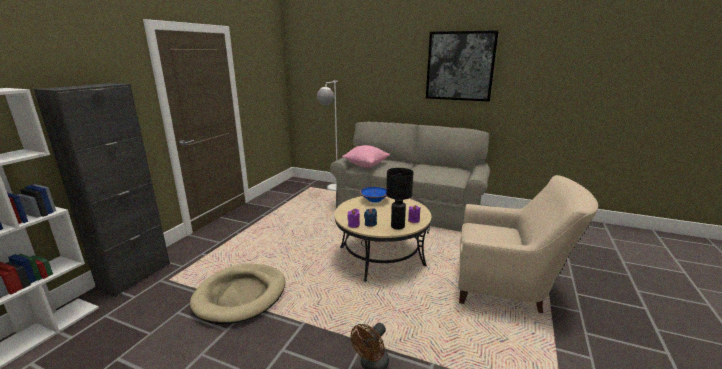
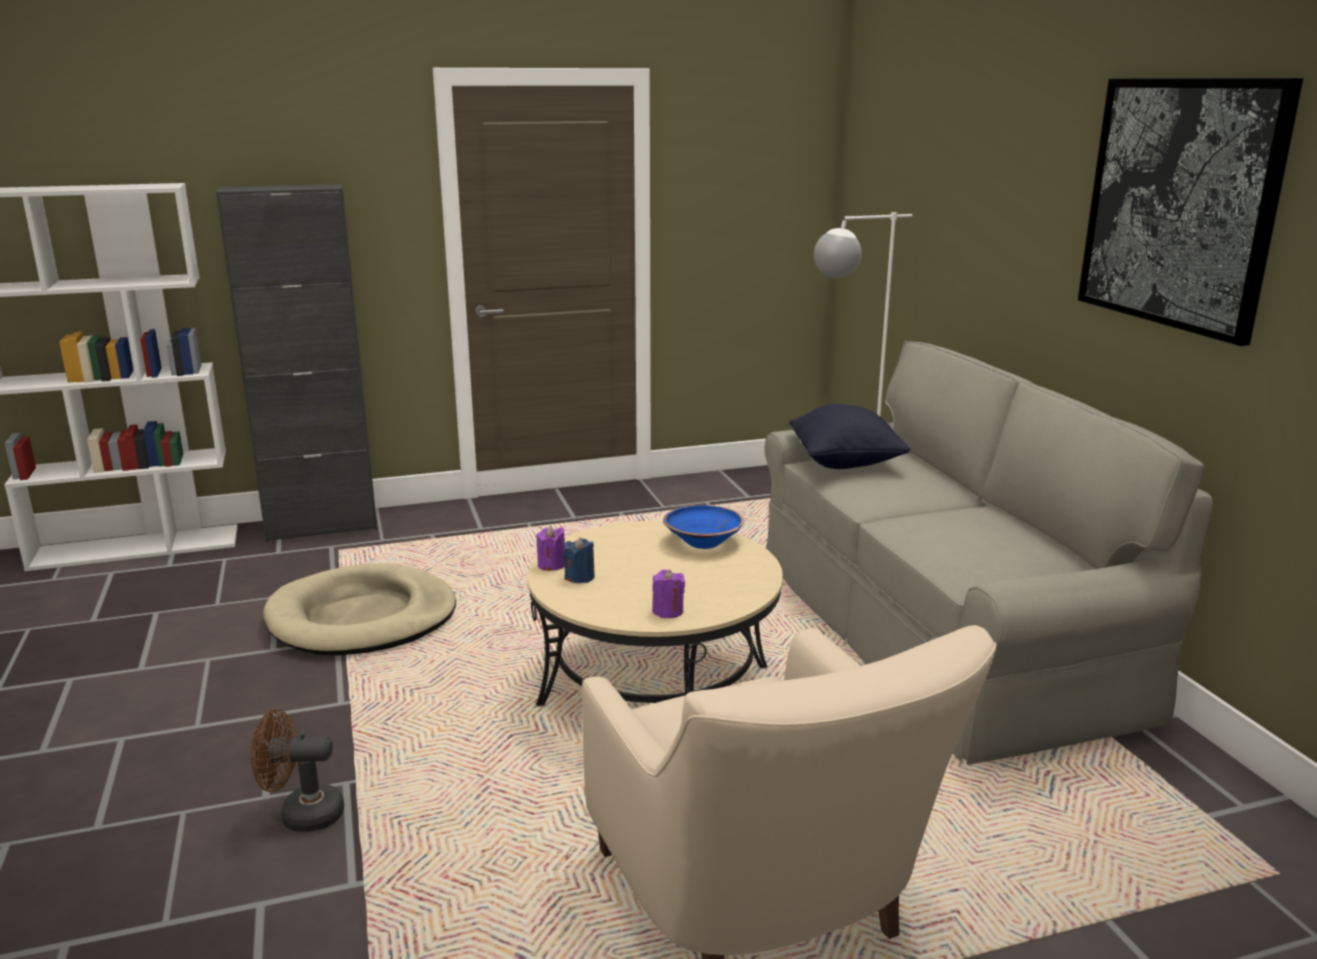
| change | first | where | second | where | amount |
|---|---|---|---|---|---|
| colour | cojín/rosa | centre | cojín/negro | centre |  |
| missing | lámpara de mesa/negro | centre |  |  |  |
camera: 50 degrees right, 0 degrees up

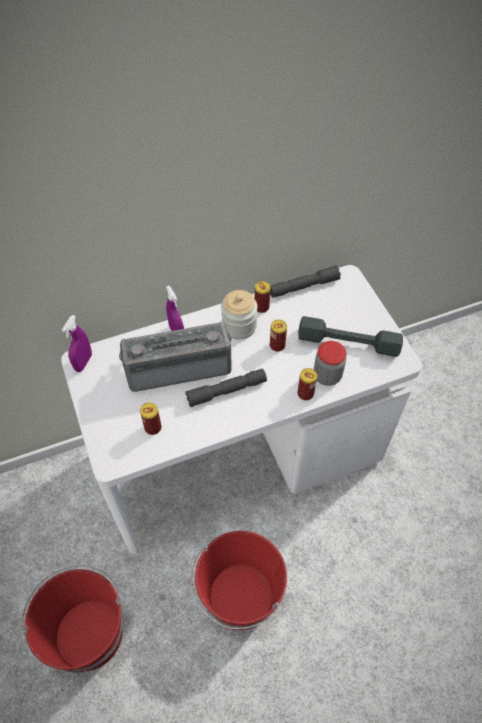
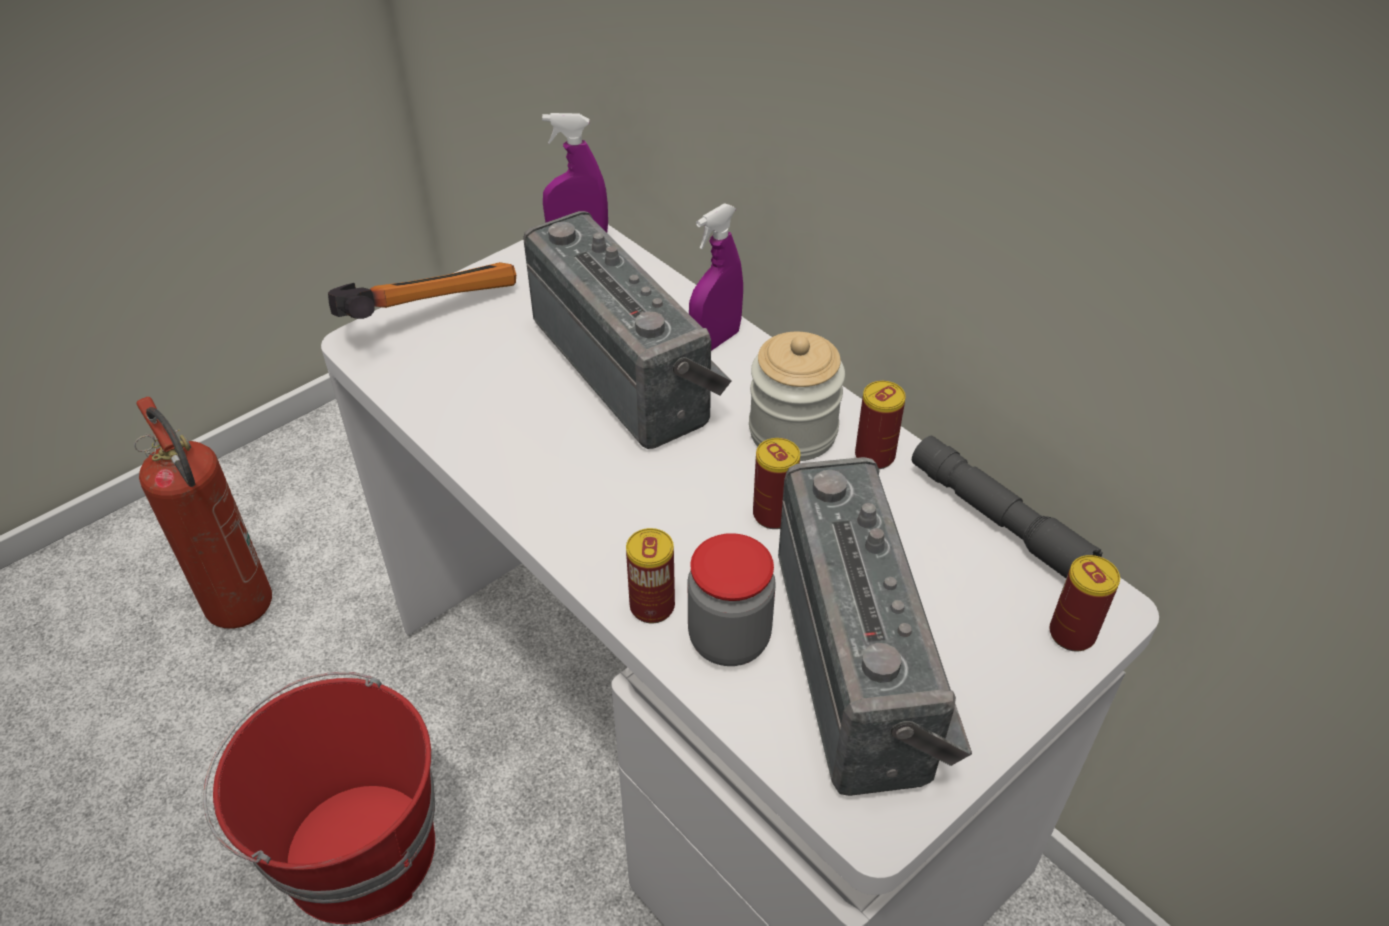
| change | first | where | second | where | amount |
|---|---|---|---|---|---|
| exchanged | cubo/rojo (no. 1 from left) | bottom left | extintor | middle left |  |
| relocated | lata (no. 1 from left in the first image) | middle left | lata (no. 4 from left) | middle right |  |
| missing | linterna/gris (no. 1 from left) | centre |  |  |  |
| exchanged | mancuerna/gris | middle right | radio (no. 2 from left) | bottom centre |  |
| appeared |  |  | martillo | top left |  |
camera: 70 degrees right, 10 degrees down

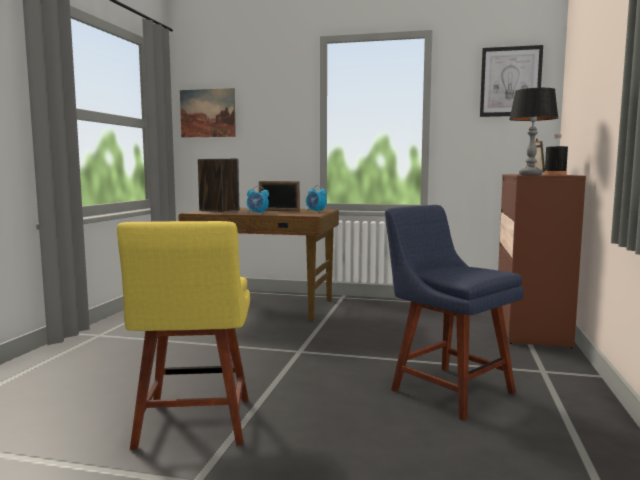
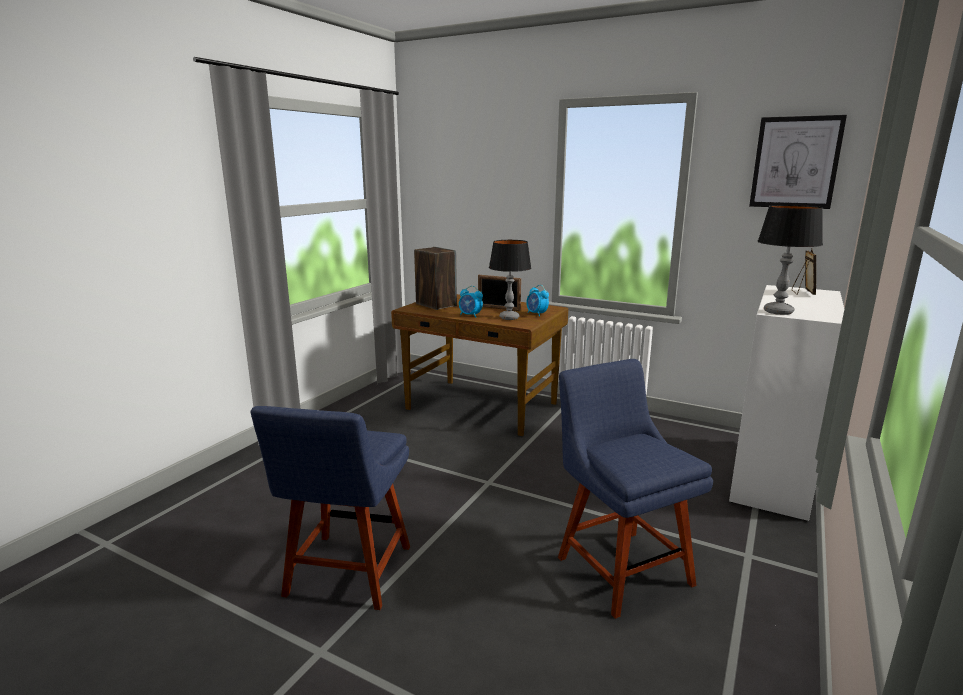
| change | first | where | second | where | amount |
|---|---|---|---|---|---|
| colour | silla/amarillo | bottom left | silla/azul (no. 1 from left) | bottom centre |  |
| missing | cuadro (no. 1 from left) | top left |  |  |  |
| colour | cómoda/marrón | middle right | cómoda/blanco | middle right |  |
| missing | botella/negro | top right |  |  |  |
| appeared |  |  | lámpara de mesa (no. 1 from left) | centre |  |
camera: 15 degrees right, 10 degrees up

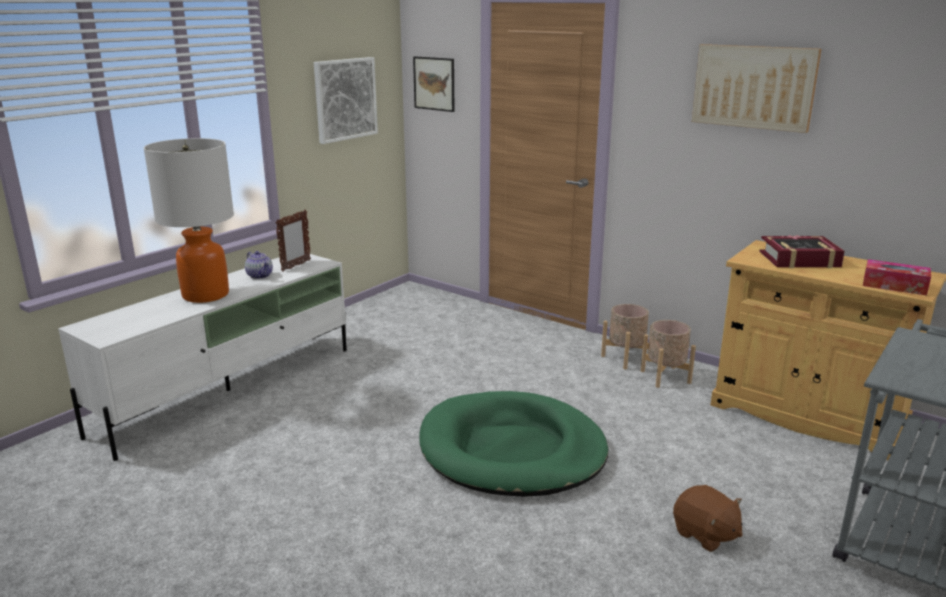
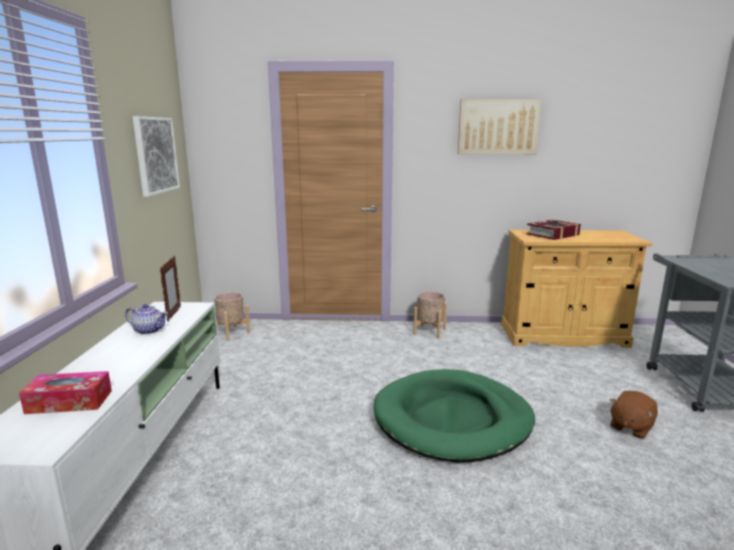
| change | first | where | second | where | amount |
|---|---|---|---|---|---|
| missing | lámpara de mesa | middle left |  |  |  |
| missing | cuadro (no. 2 from left) | top centre |  |  |  |
| relocated | maceta/beis (no. 2 from left in the first image) | middle right | maceta/beis (no. 1 from left) | middle left |  |
| spun | peluche/marrón | bottom right |  | bottom right | 120 degrees clockwise |
| relocated | caja de pañuelos | middle right |  | bottom left |  |
camera: 35 degrees left, 5 degrees down

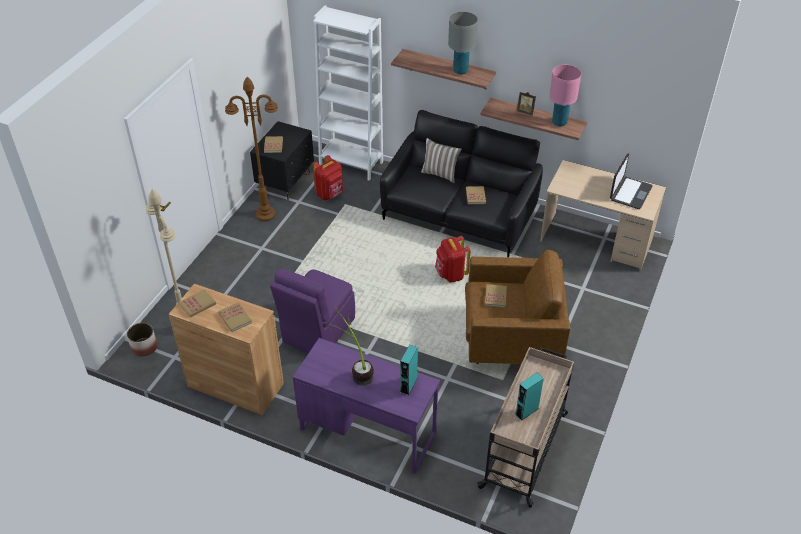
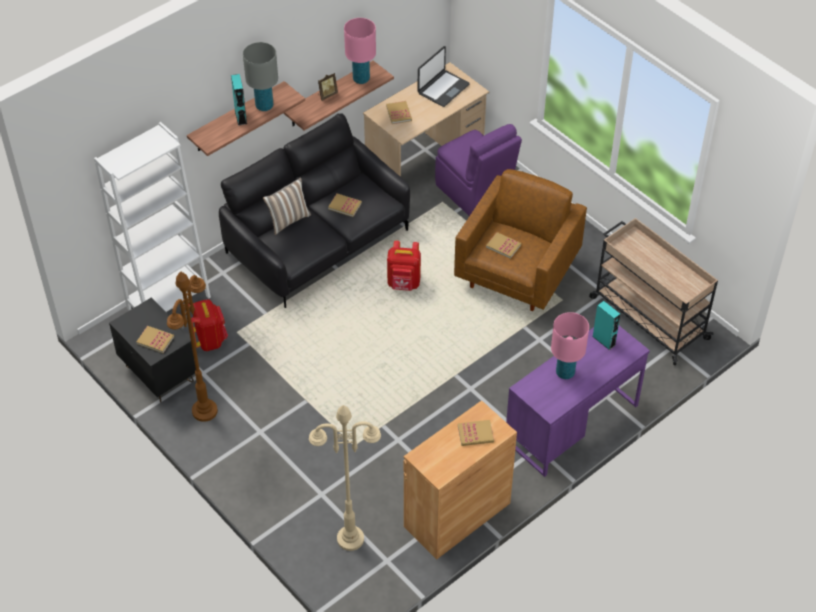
| change | first | where | second | where | amount |
|---|---|---|---|---|---|
| missing | maceta | middle left |  |  |  |
| relocated | libro (no. 1 from left in the first image) | middle left | libro (no. 3 from left) | top centre |  |
| relocated | silla/morado | centre |  | top centre |  |
| exchanged | planta en maceta | centre | lámpara de mesa/rosa (no. 2 from left) | middle right |  |
| relocated | altavoz/turquesa (no. 2 from left in the first image) | bottom centre | altavoz/turquesa (no. 1 from left) | top left |  |
| spun | portátil | middle right |  | top centre | 75 degrees clockwise |
camera: 65 degrees left, 5 degrees up

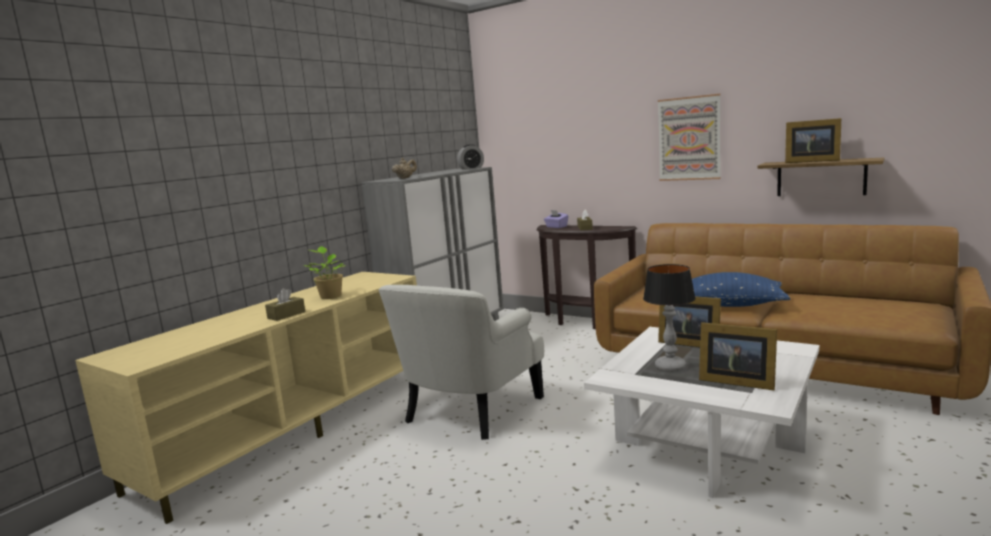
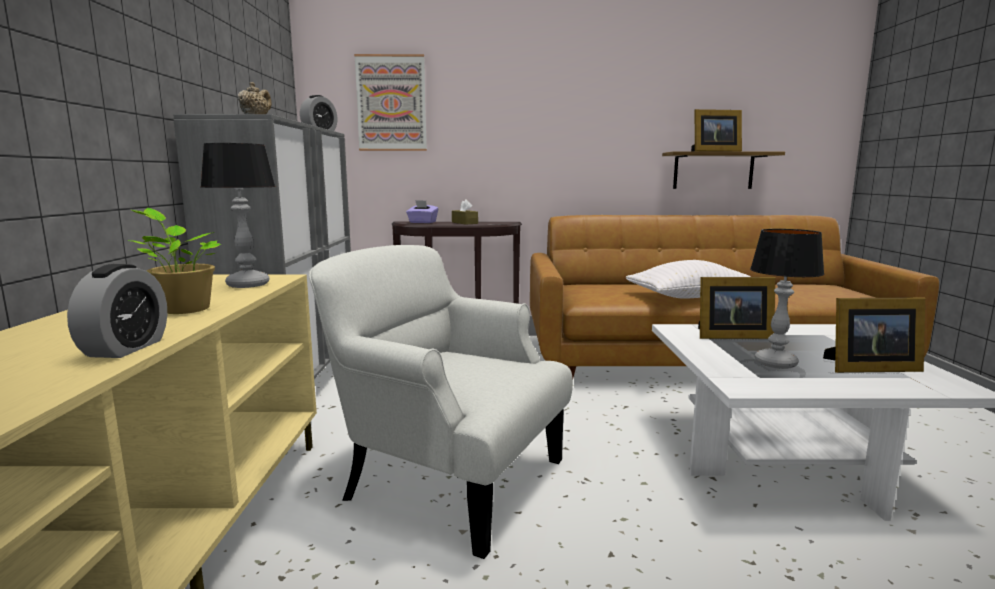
| change | first | where | second | where | amount |
|---|---|---|---|---|---|
| exchanged | caja de pañuelos/marrón (no. 1 from left) | middle left | despertador (no. 1 from left) | middle left |  |
| spun | sillón/blanco | bottom centre |  | bottom centre | 120 degrees clockwise |
| relocated | cuadro | top right |  | top centre |  |
| colour | cojín/azul | middle right | cojín/blanco | middle right |  |
| appeared |  |  | lámpara de mesa (no. 1 from left) | middle left |  |
camera: 35 degrees left, 0 degrees up

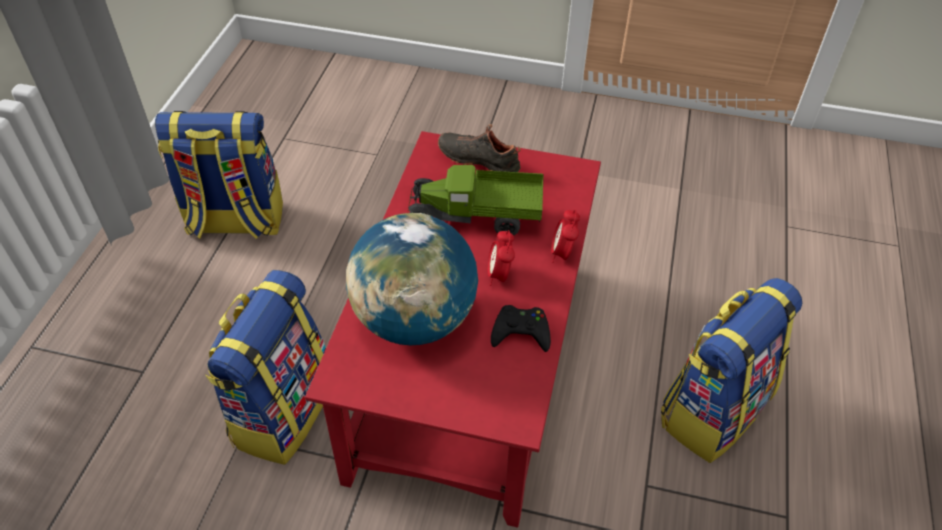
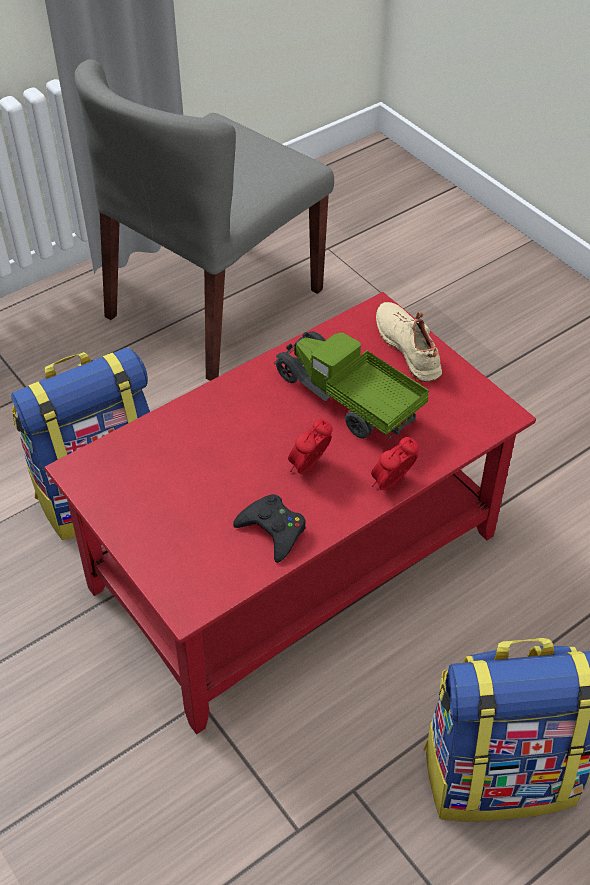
| change | first | where | second | where | amount |
|---|---|---|---|---|---|
| exchanged | mochila (no. 1 from left) | top left | silla/gris | top centre |  |
| missing | globo terráqueo | centre |  |  |  |
| colour | zapato/negro | top centre | zapato/beis | middle right |  |
camera: 40 degrees right, 0 degrees up

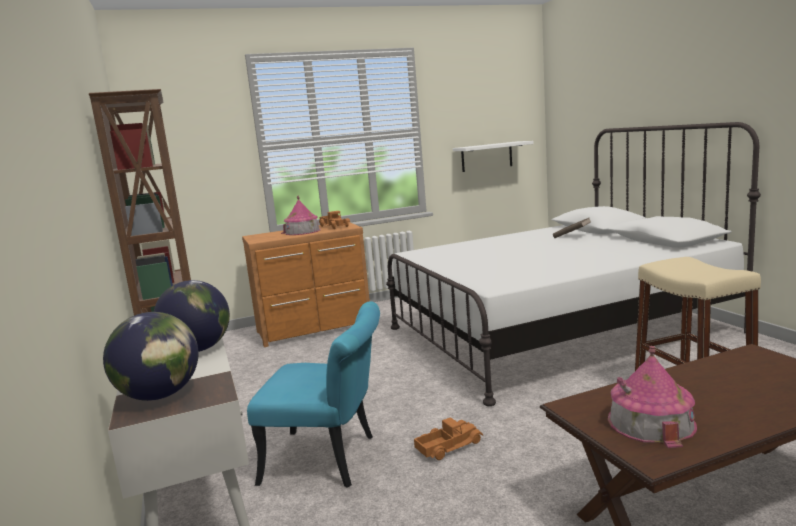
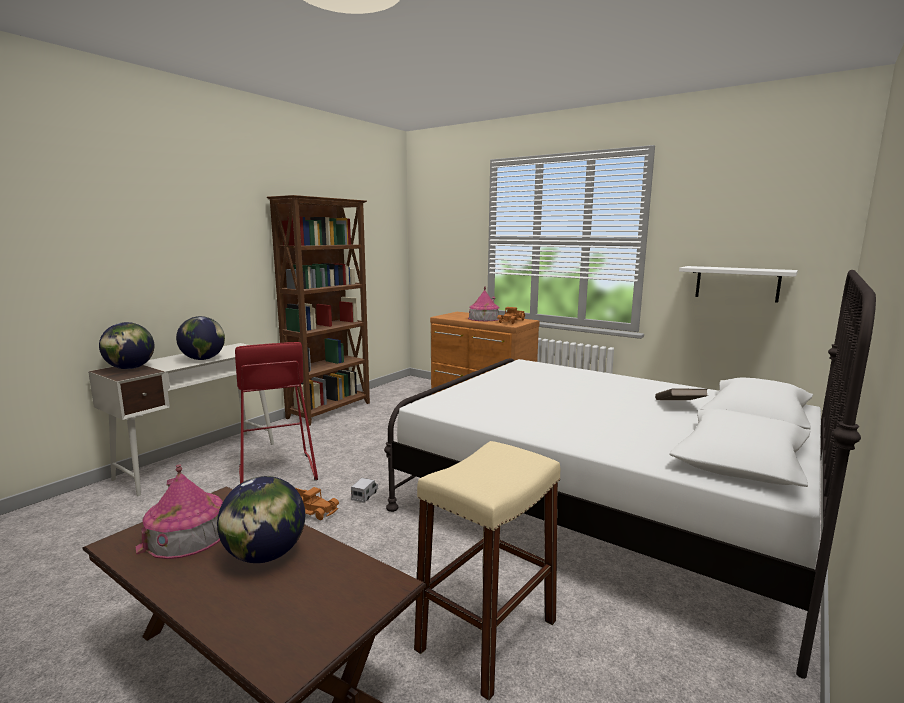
| change | first | where | second | where | amount |
|---|---|---|---|---|---|
| exchanged | silla/turquesa | bottom centre | taburete/rojo | middle left |  |
| appeared |  |  | globo terráqueo (no. 3 from left) | bottom left |  |
| appeared |  |  | camión de juguete (no. 2 from left) | bottom centre |  |
camera: 55 degrees right, 0 degrees up

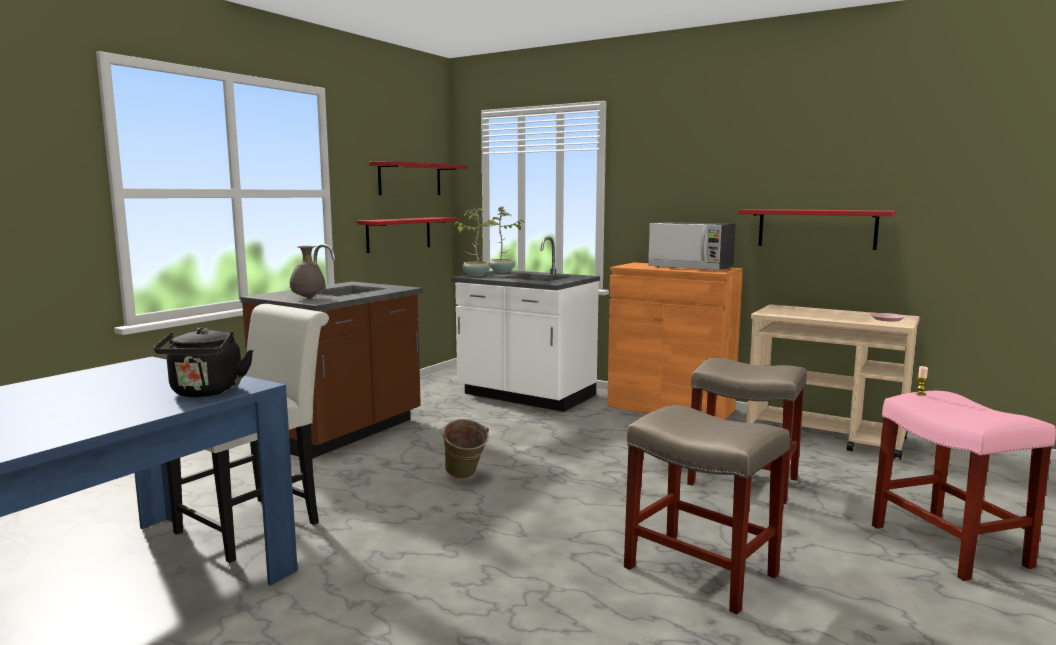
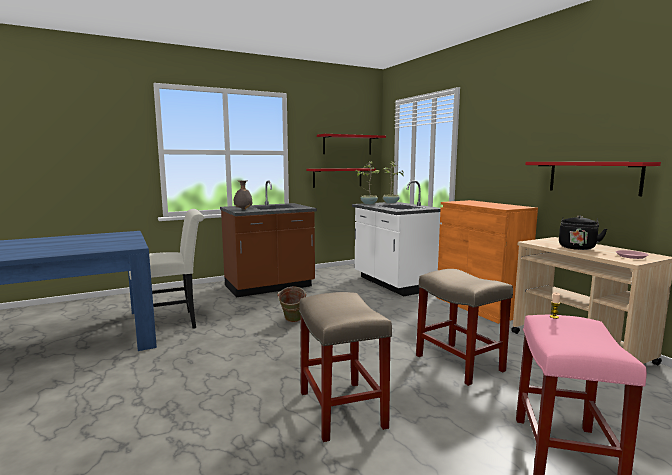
| change | first | where | second | where | amount |
|---|---|---|---|---|---|
| relocated | hervidor/negro | middle left |  | middle right |  |
| missing | microondas | centre |  |  |  |
camera: 30 degrees right, 0 degrees up

